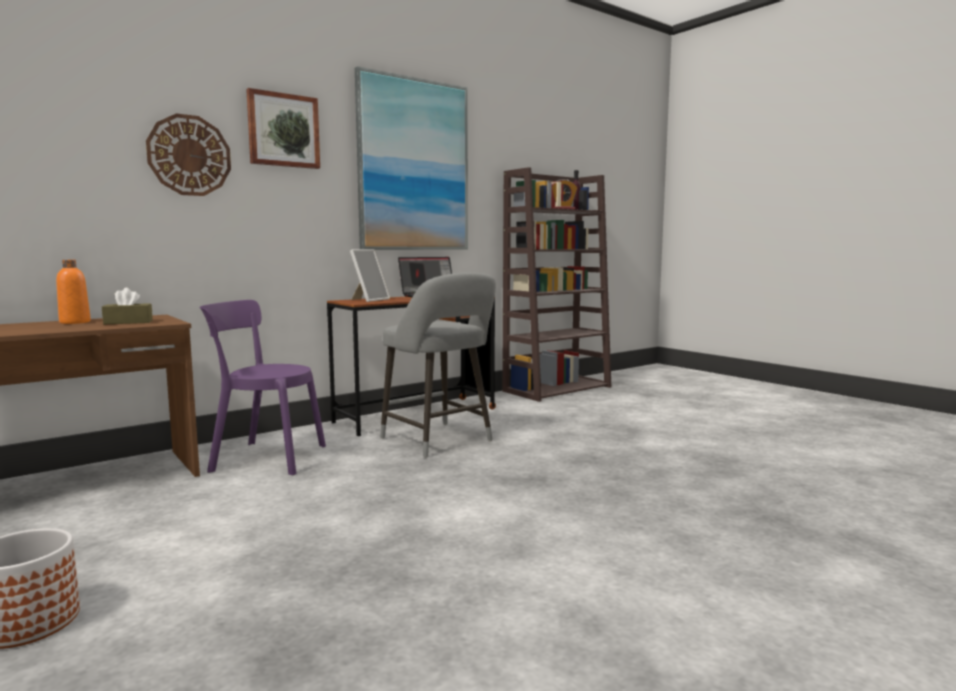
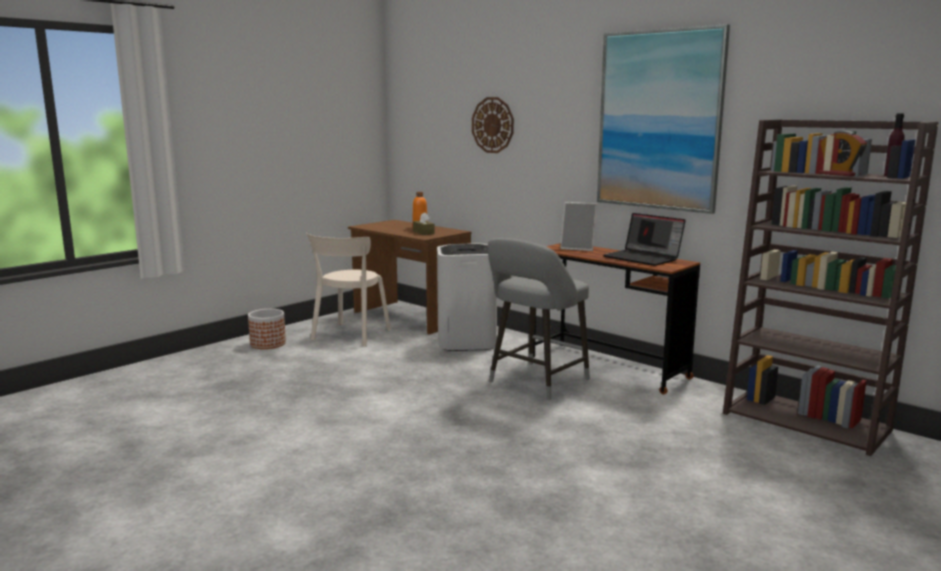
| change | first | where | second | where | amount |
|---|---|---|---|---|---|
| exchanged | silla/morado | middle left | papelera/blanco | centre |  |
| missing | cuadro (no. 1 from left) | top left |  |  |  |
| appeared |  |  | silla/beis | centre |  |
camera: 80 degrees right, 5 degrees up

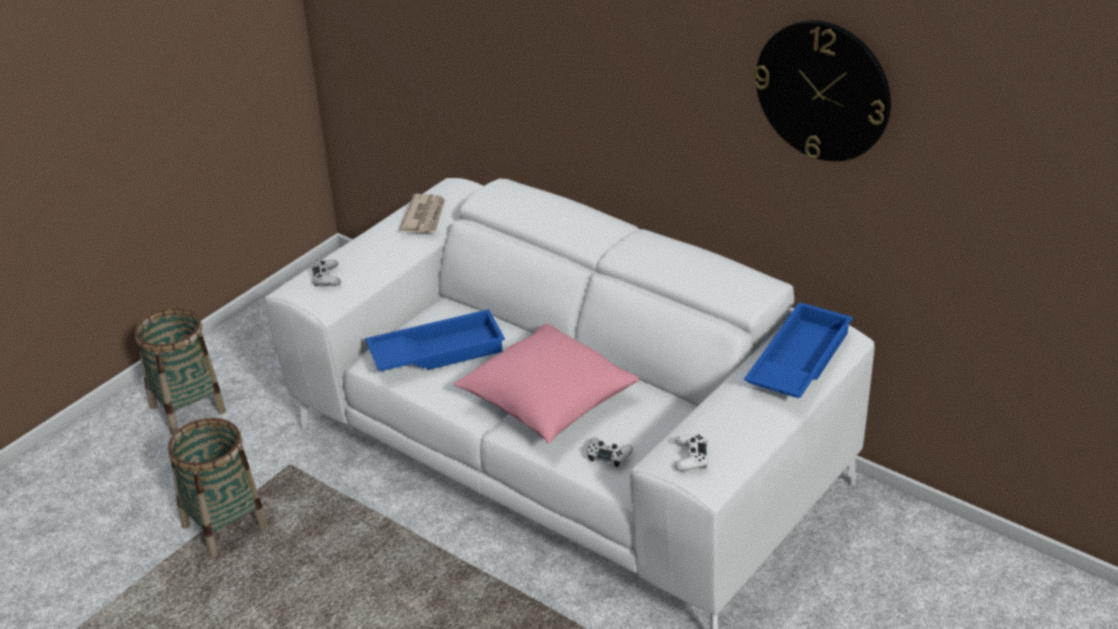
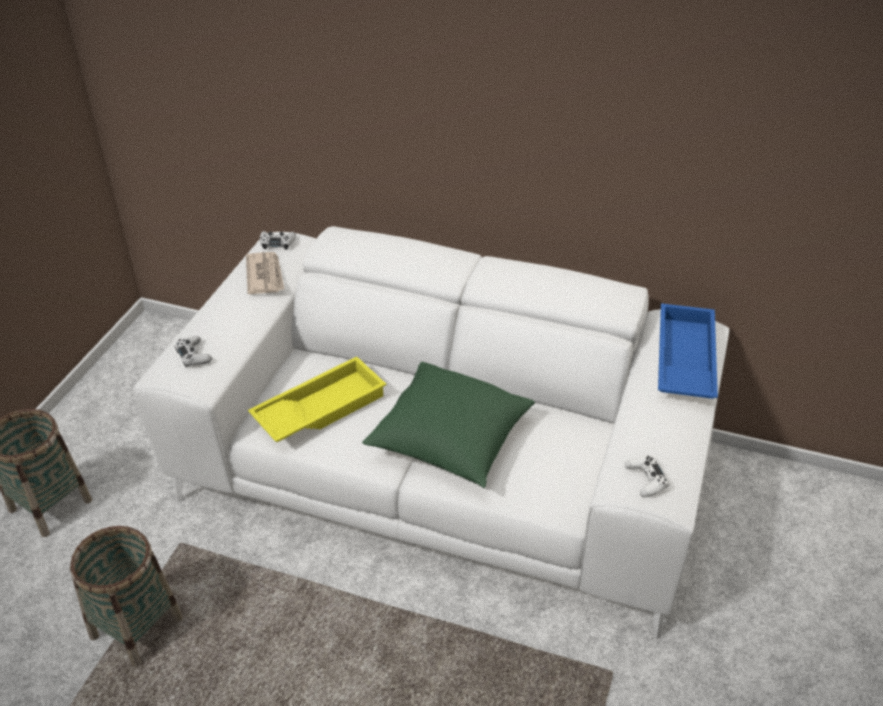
| change | first | where | second | where | amount |
|---|---|---|---|---|---|
| colour | bandeja/azul (no. 1 from left) | centre | bandeja/amarillo | centre |  |
| colour | cojín/rosa | centre | cojín/verde | centre |  |
| relocated | mando de consola/blanco (no. 2 from left) | bottom centre |  | middle left |  |
| missing | reloj de pared | top right |  |  |  |
camera: 20 degrees left, 5 degrees up

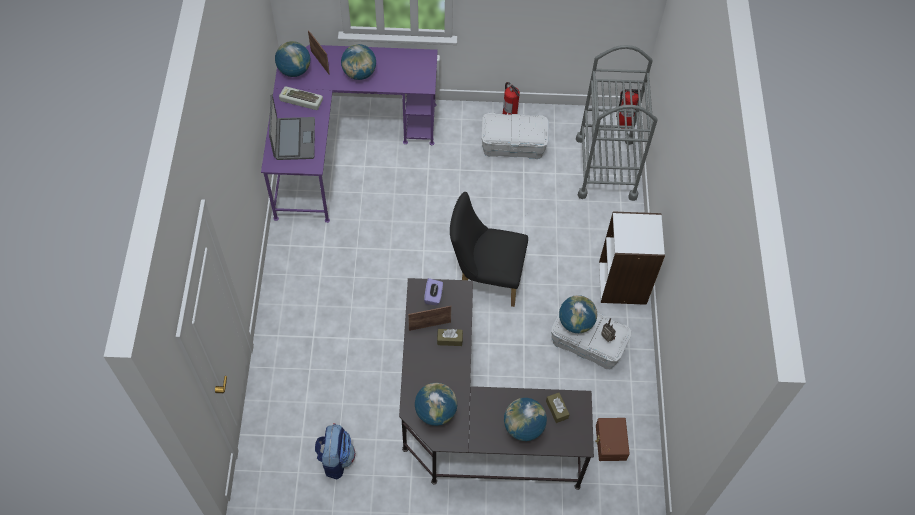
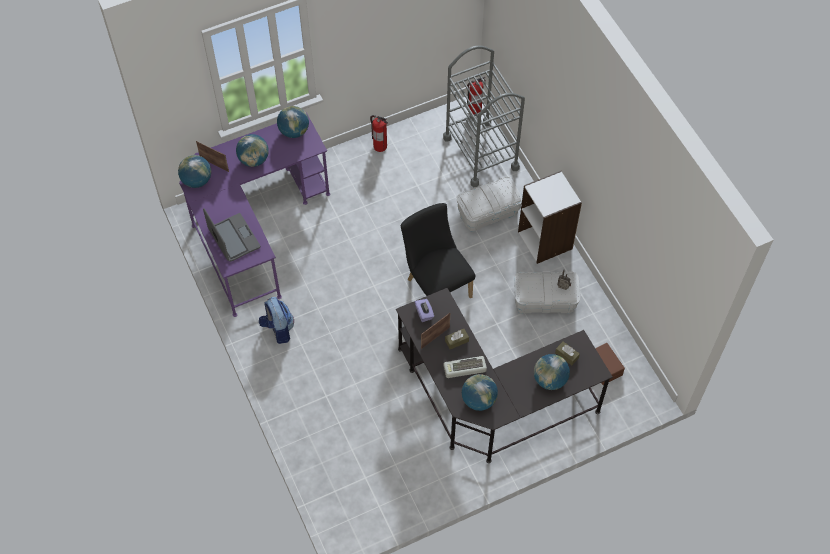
| change | first | where | second | where | amount |
|---|---|---|---|---|---|
| relocated | teclado | top left |  | centre |  |
| relocated | mochila | bottom centre |  | middle left |  |
| spun | silla/negro | centre |  | centre | 75 degrees clockwise |
| relocated | caja de almacenaje/blanco (no. 1 from left) | top centre |  | centre |  |
| relocated | globo terráqueo (no. 5 from left in the first image) | centre | globo terráqueo (no. 3 from left) | top centre |  |
camera: 25 degrees left, 0 degrees up

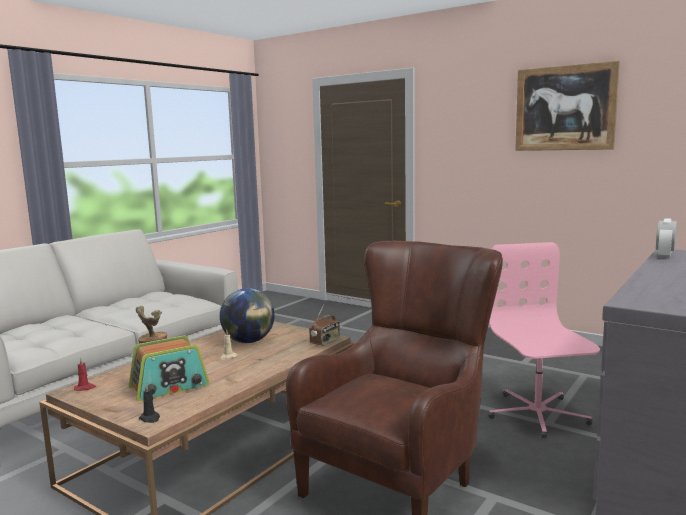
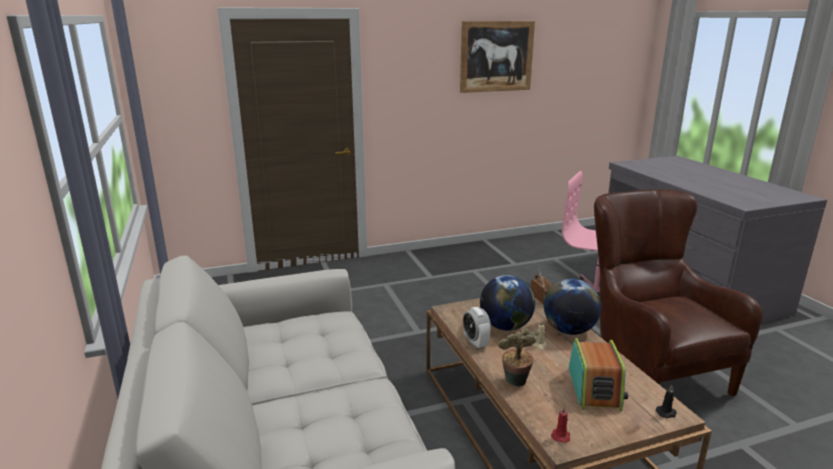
| change | first | where | second | where | amount |
|---|---|---|---|---|---|
| relocated | despertador | middle right |  | bottom centre |  |
| appeared |  |  | globo terráqueo (no. 2 from left) | middle right |  |
camera: 55 degrees left, 10 degrees up

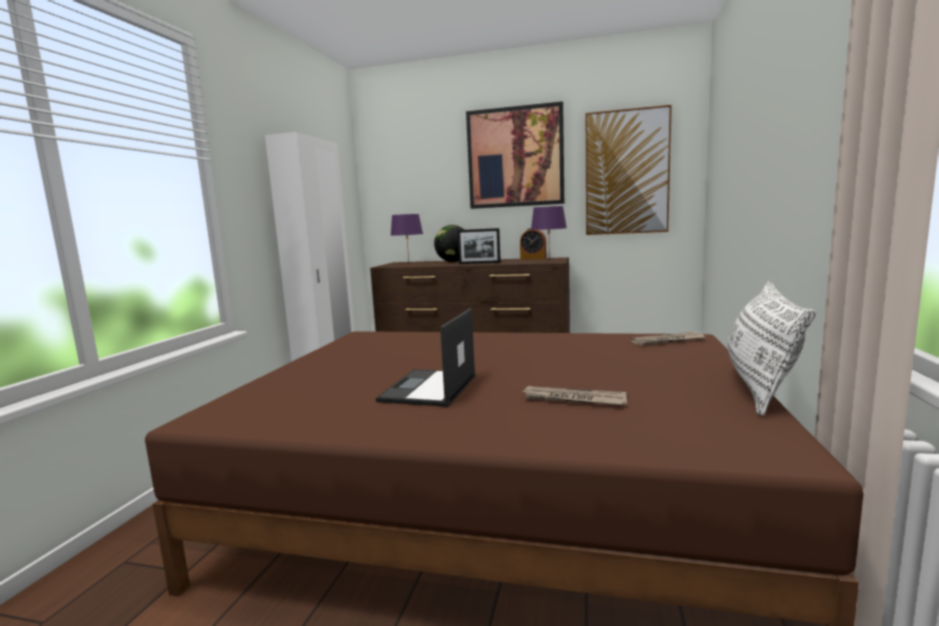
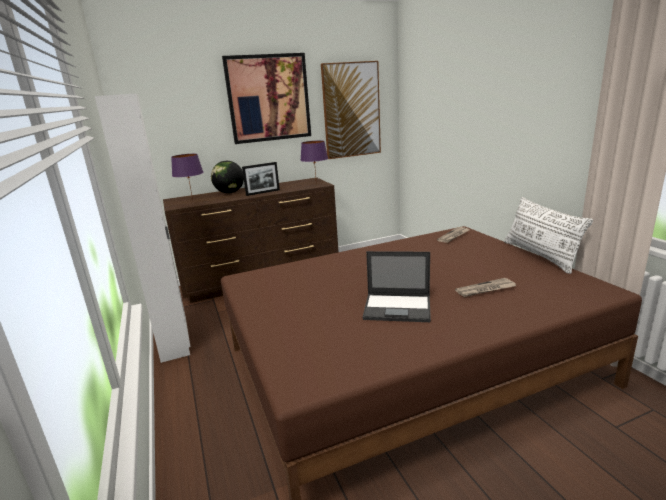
| change | first | where | second | where | amount |
|---|---|---|---|---|---|
| spun | portátil | centre |  | centre | 60 degrees counterclockwise |
| missing | despertador | centre |  |  |  |
camera: 35 degrees left, 10 degrees up

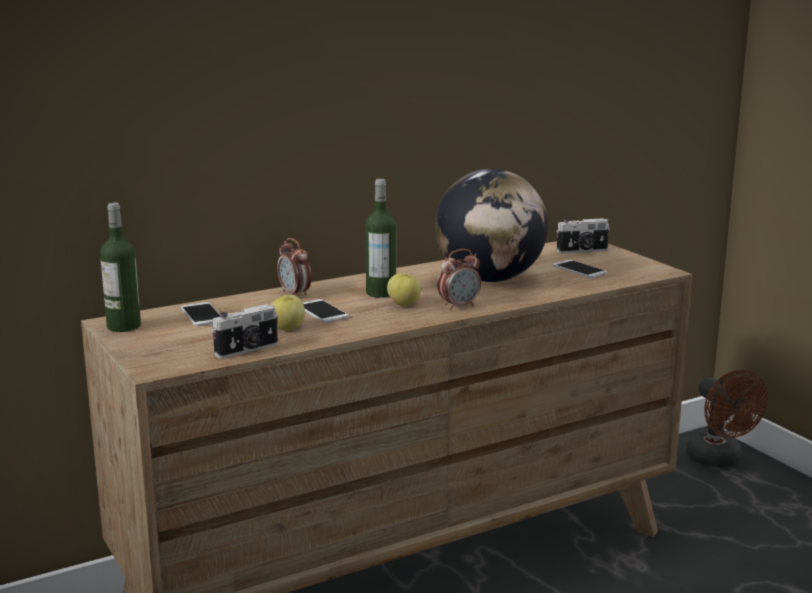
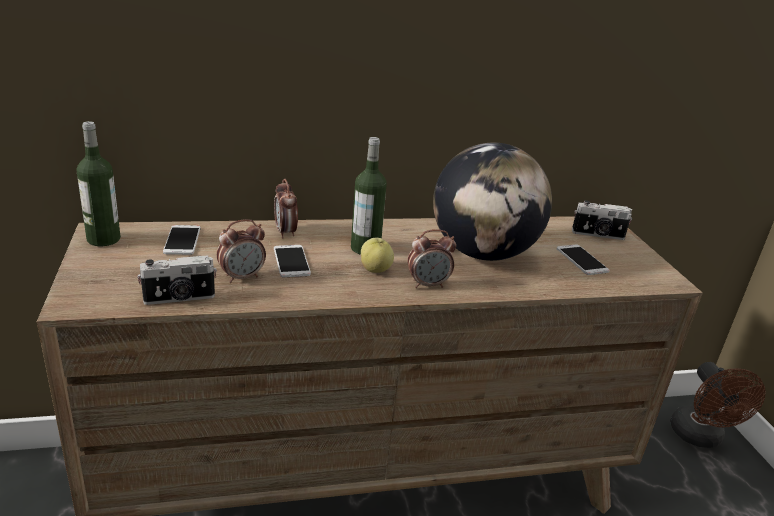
| change | first | where | second | where | amount |
|---|---|---|---|---|---|
| exchanged | manzana (no. 1 from left) | centre | despertador (no. 1 from left) | middle left |  |
camera: 15 degrees right, 10 degrees up

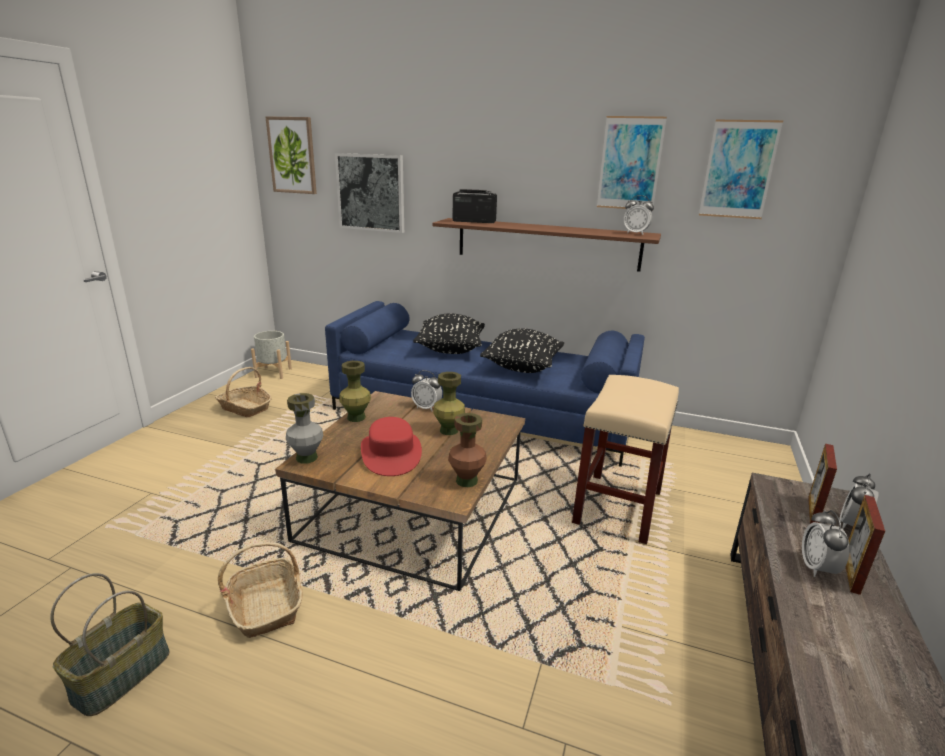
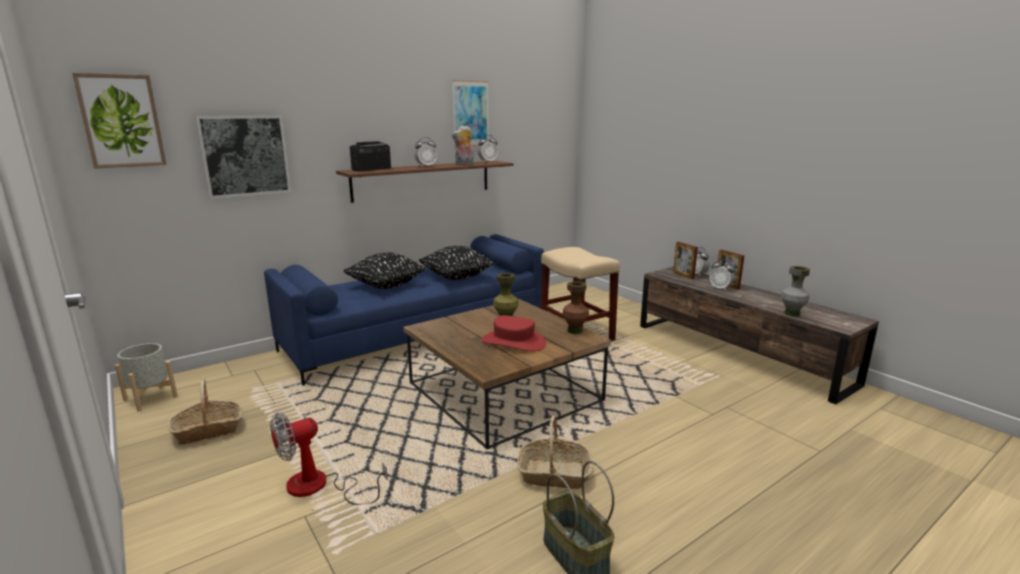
| change | first | where | second | where | amount |
|---|---|---|---|---|---|
| relocated | florero/gris | middle left |  | middle right |  |
| missing | florero/verde (no. 1 from left) | centre |  |  |  |
| relocated | despertador (no. 1 from left) | centre |  | top centre |  |
| missing | cuadro (no. 4 from left) | top right |  |  |  |
| appeared |  |  | ventilador | bottom left |  |
| appeared |  |  | peluche | top centre |  |
camera: 55 degrees left, 5 degrees down

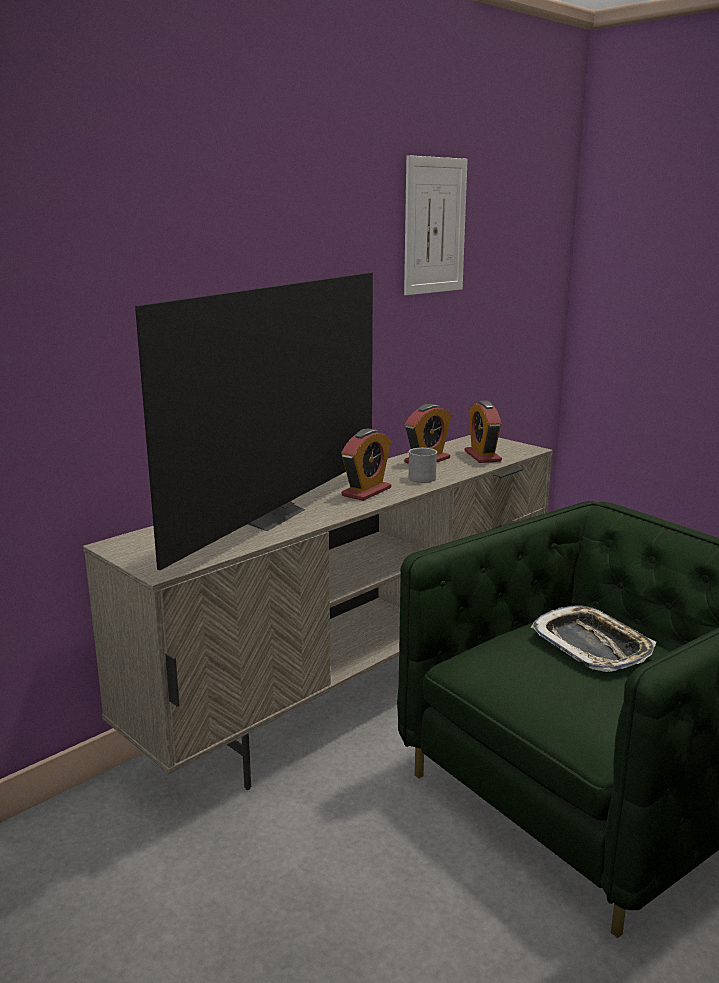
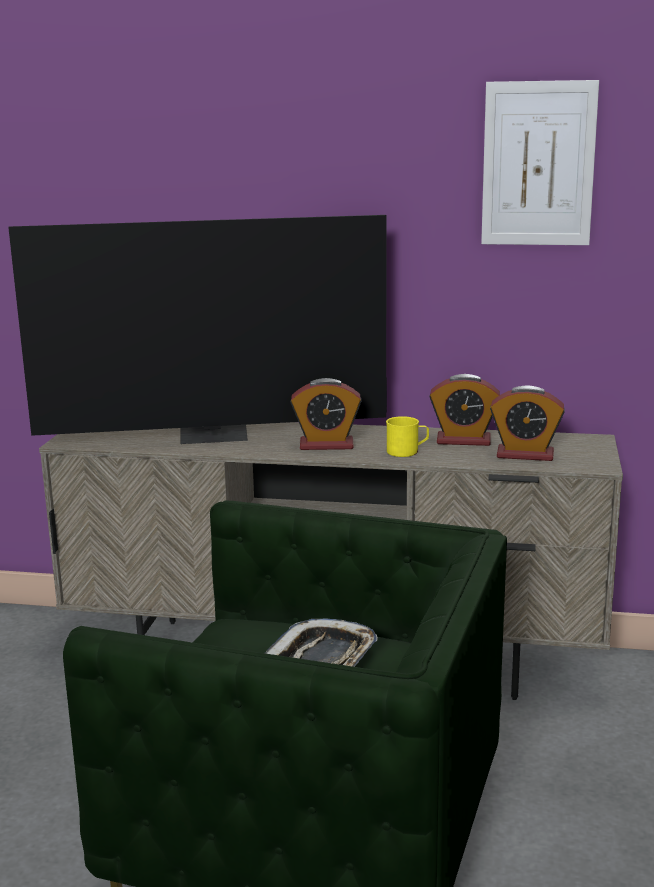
| change | first | where | second | where | amount |
|---|---|---|---|---|---|
| colour | taza grande/gris | centre | taza grande/amarillo | centre |  |
| spun | despertador (no. 3 from left) | middle right |  | middle right | 120 degrees counterclockwise |
camera: 55 degrees right, 0 degrees up

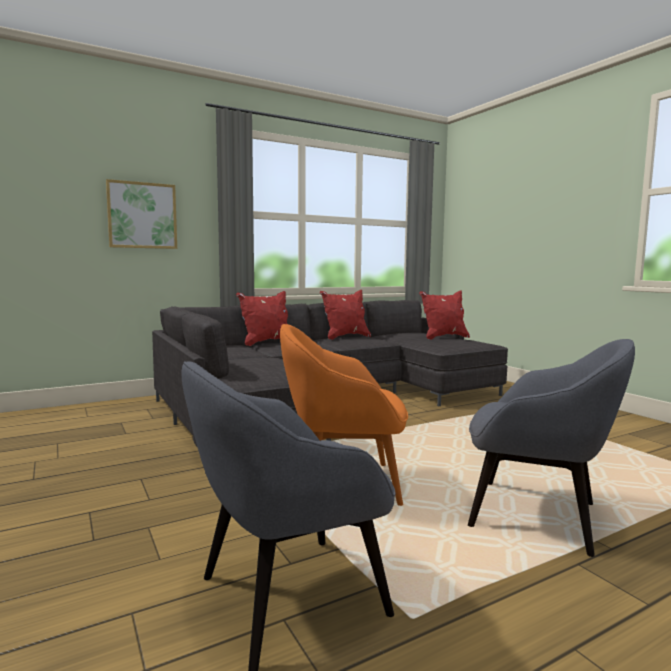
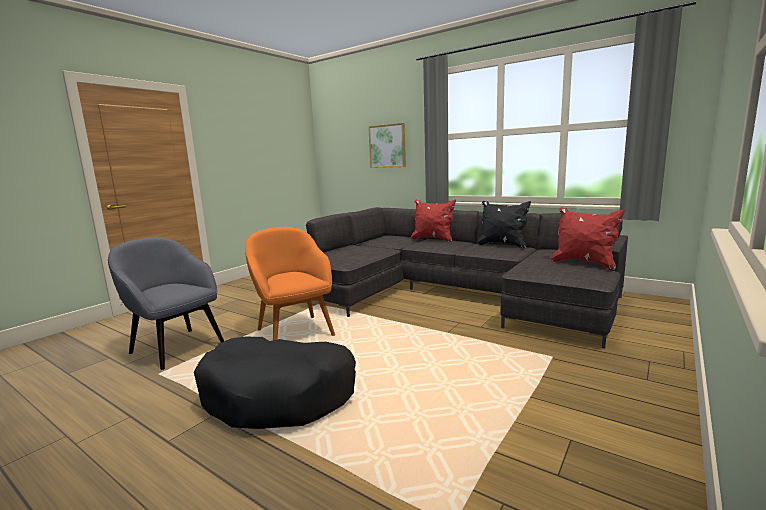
| change | first | where | second | where | amount |
|---|---|---|---|---|---|
| colour | cojín/rojo (no. 2 from left) | centre | cojín/negro | centre |  |
| exchanged | sillón/gris (no. 2 from left) | bottom right | cama para perro/negro | bottom centre |  |
camera: 65 degrees right, 5 degrees up

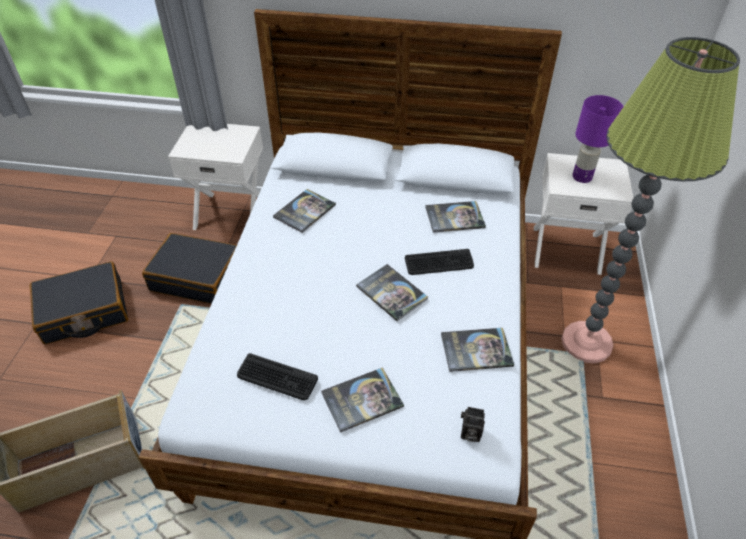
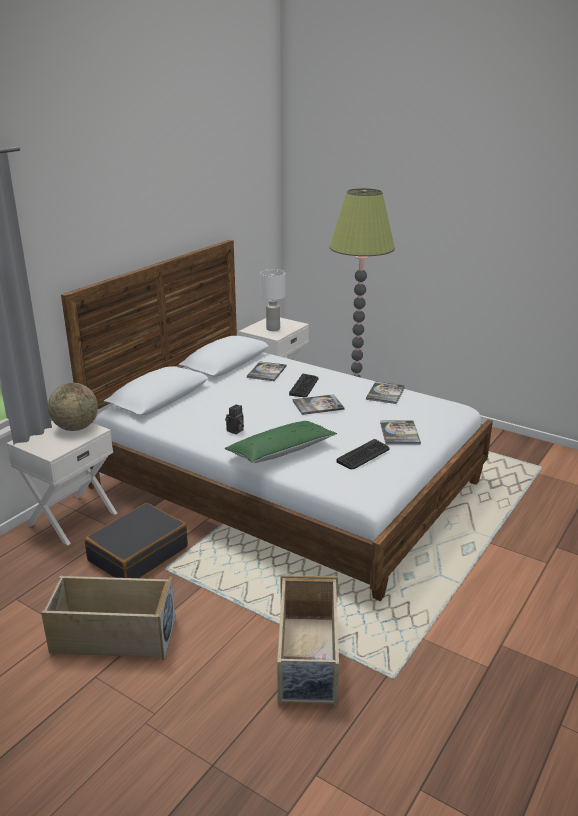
| change | first | where | second | where | amount |
|---|---|---|---|---|---|
| exchanged | maleta/negro (no. 1 from left) | middle left | caja de almacenaje/beis (no. 1 from left) | bottom left |  |
| missing | libro (no. 1 from left) | centre |  |  |  |
| relocated | cámara | bottom centre |  | centre |  |
| colour | lámpara de mesa/morado | top right | lámpara de mesa/blanco | centre |  |
| appeared |  |  | globo terráqueo | middle left |  |
| appeared |  |  | cojín/verde | centre |  |
camera: 65 degrees left, 20 degrees down

